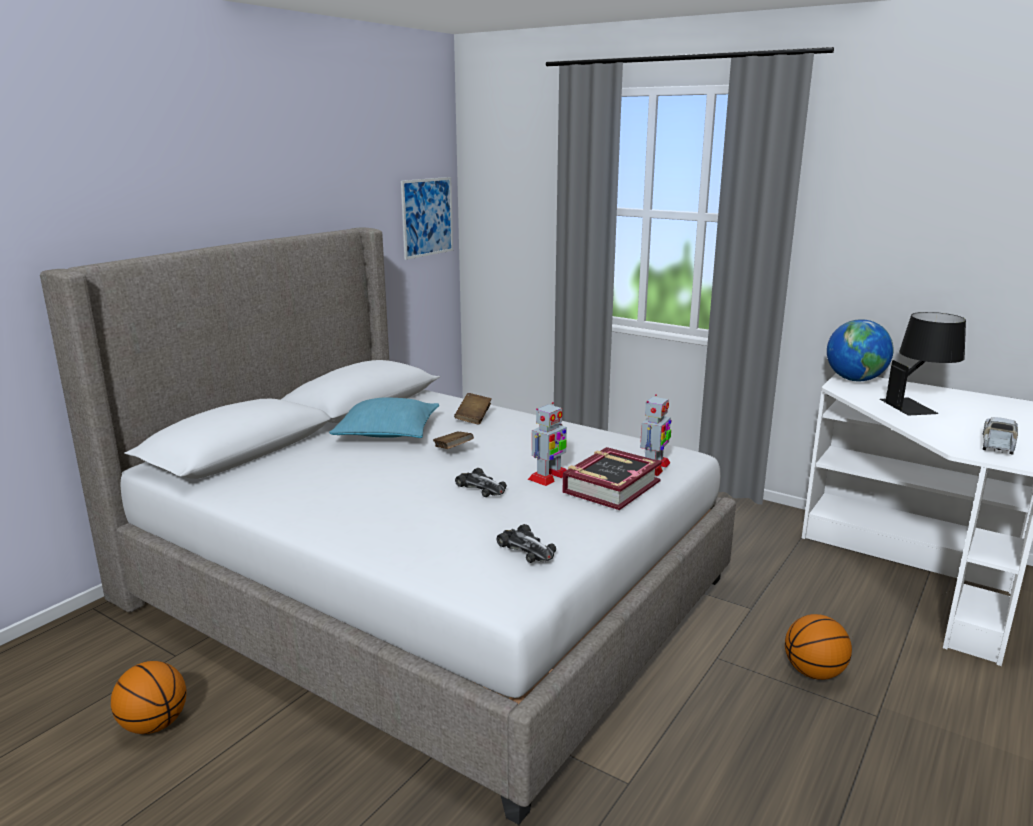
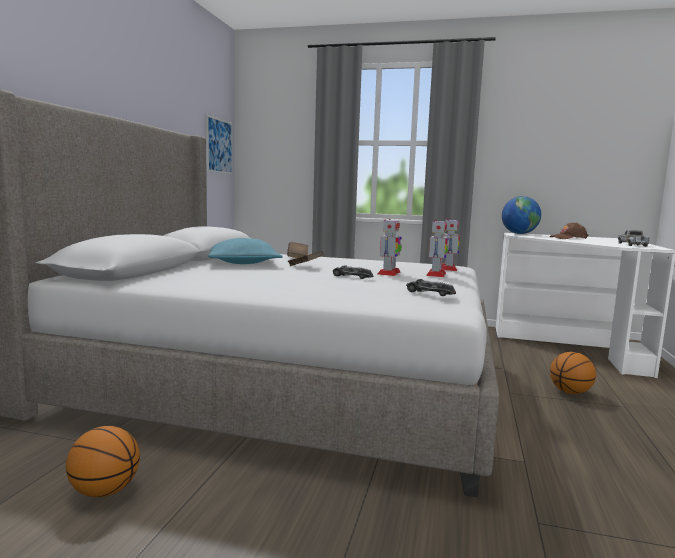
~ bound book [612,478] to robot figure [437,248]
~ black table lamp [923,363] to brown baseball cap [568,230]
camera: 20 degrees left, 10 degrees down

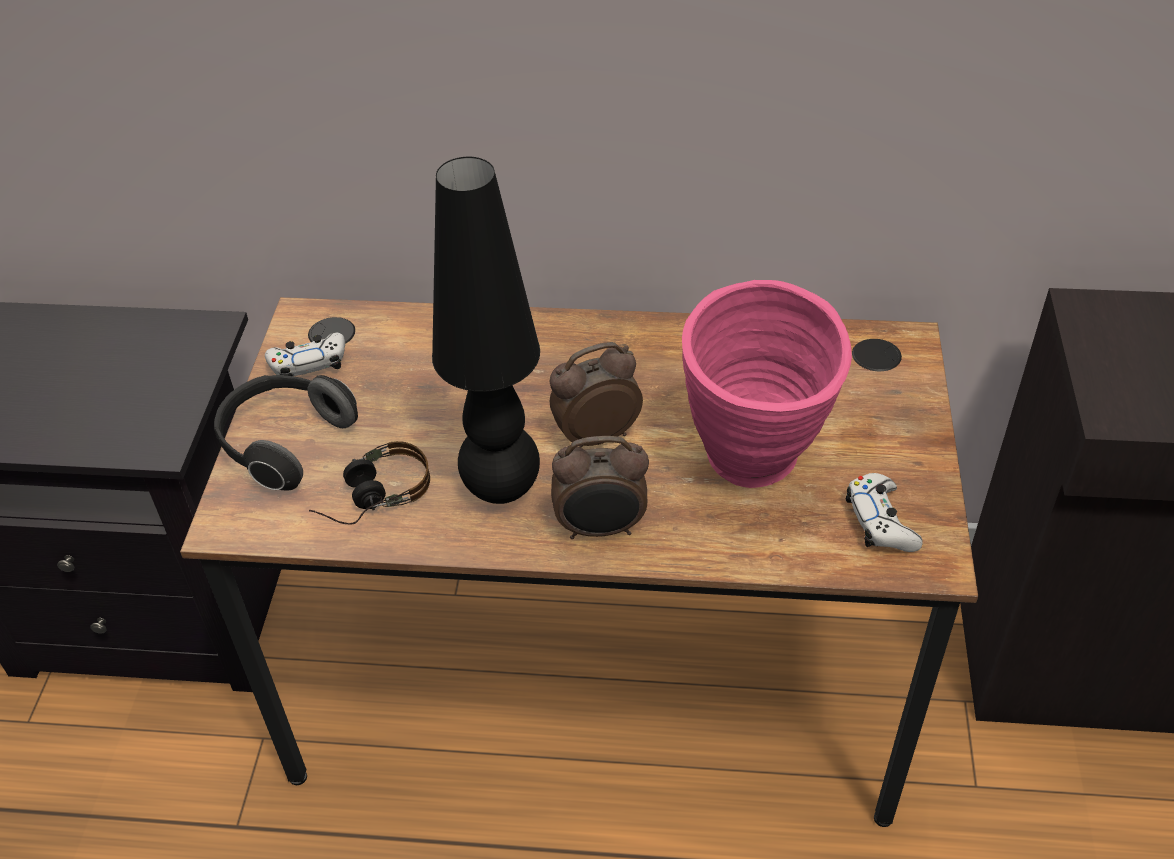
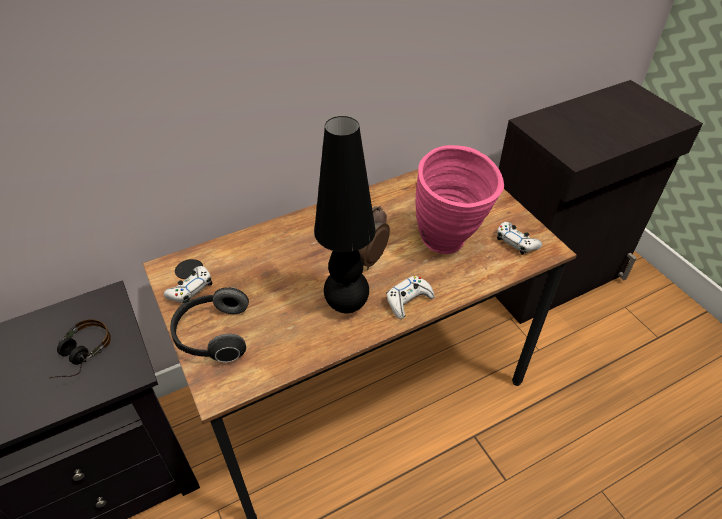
~ headset [369,483] to [80,348]
~ table clock [600,487] to white joypad [410,297]
camera: 35 degrees left, 0 degrees up

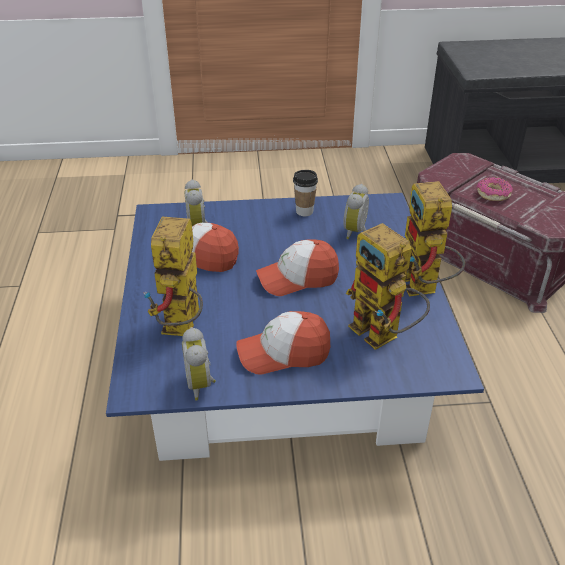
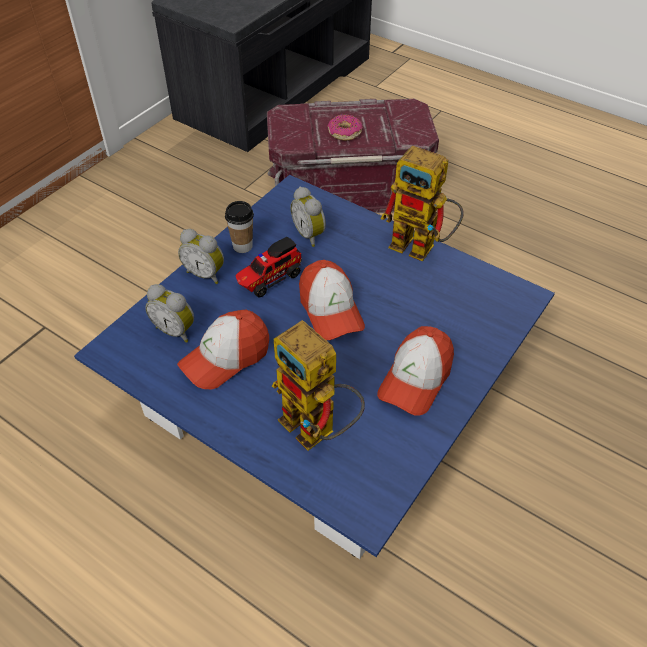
~ table clock [199,363] to [201,256]
+ model truck [268,267]
~ baseball cap [297,267] = [332,300] 45 degrees counterclockwise
- robot figure [388,286]
camera: 50 degrees left, 10 degrees up

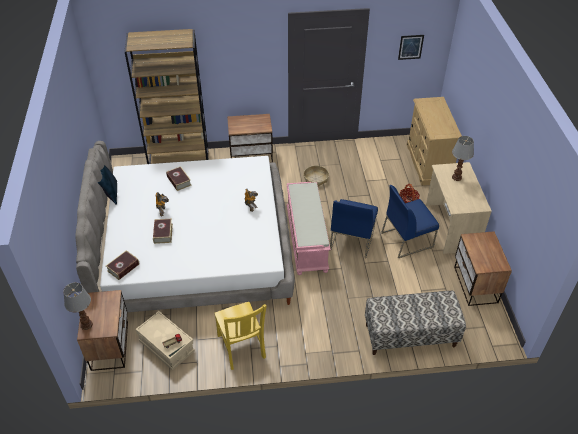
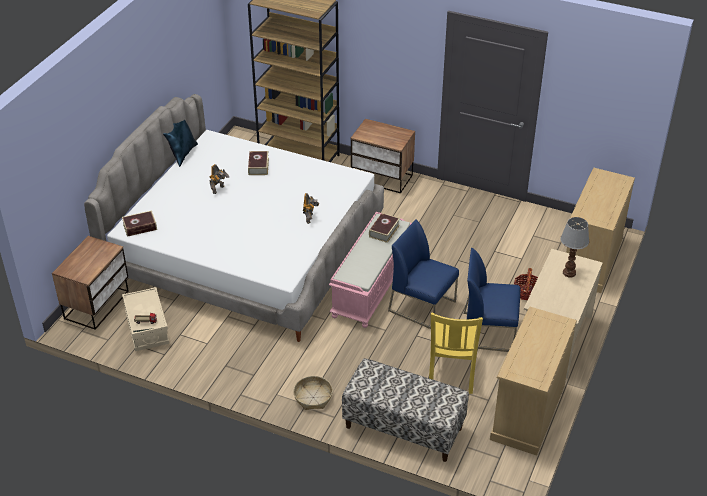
~ household basket [316,176] to [313,393]
~ bound book [163,231] to [384,228]
~ blue-coloured plain chair [354,228] = [423,274] 75 degrees clockwise
~ yellowish plain chair [240,336] to [456,353]
~ bedside table [483,268] to sand-coloured chest of drawers [533,381]
- table lamp [78,306]
- wall art [411,47]
camera: 30 degrees right, 5 degrees down

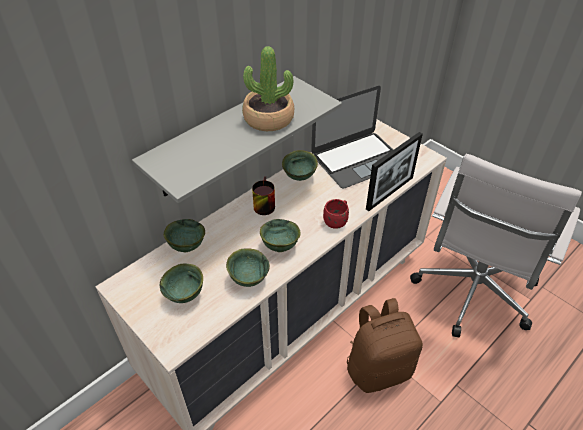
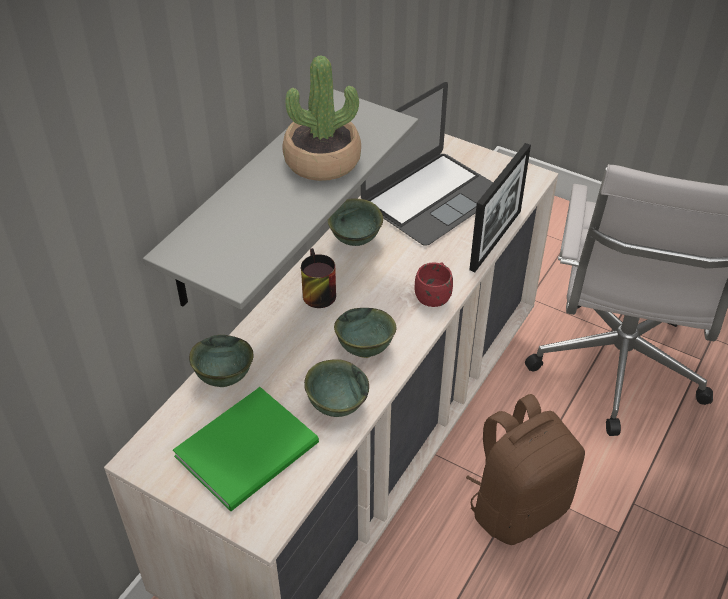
~ green-coloured deep dish [181,283] to green-coloured bound book [246,449]
camera: 15 degrees left, 0 degrees up

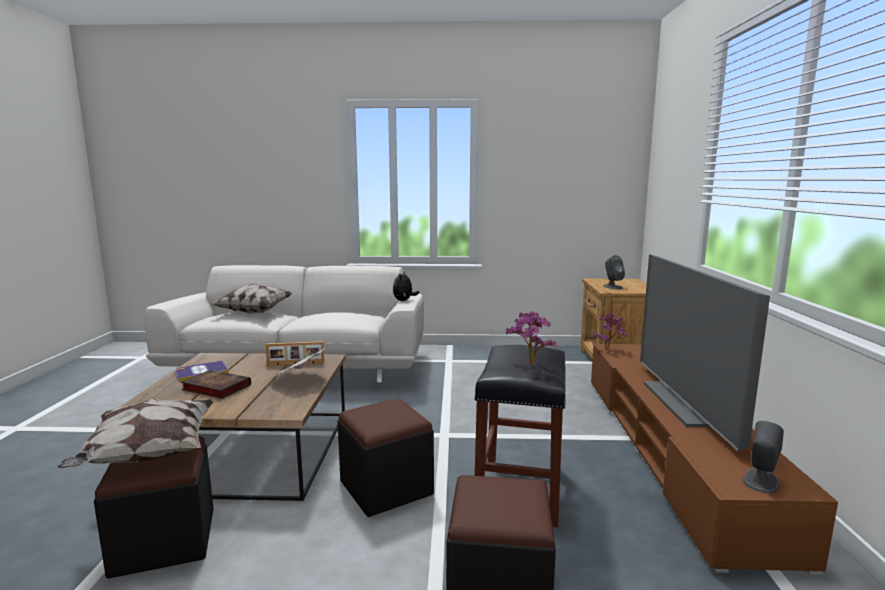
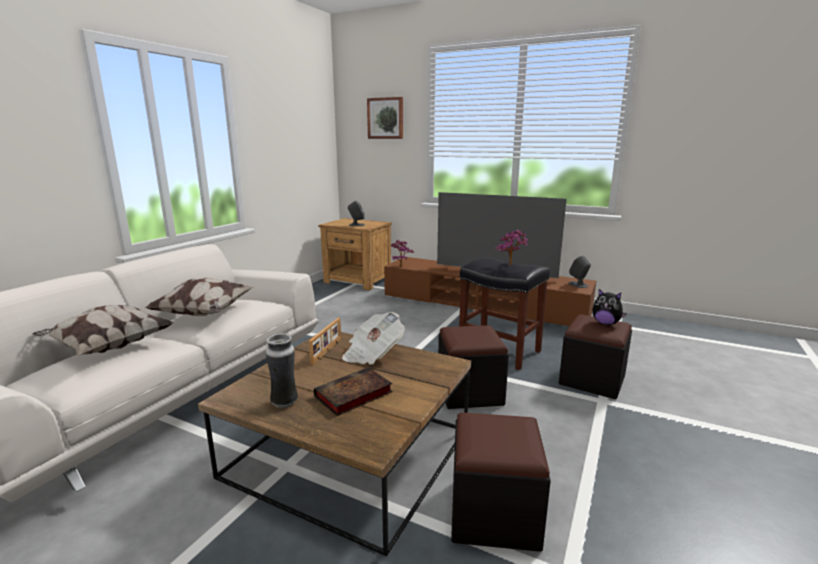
~ throw pillow [136,433] to [199,296]
~ bound book [202,371] to decorative vase [282,370]
+ wall art [385,118]
~ soft toy [406,286] to [610,307]
camera: 65 degrees left, 5 degrees up

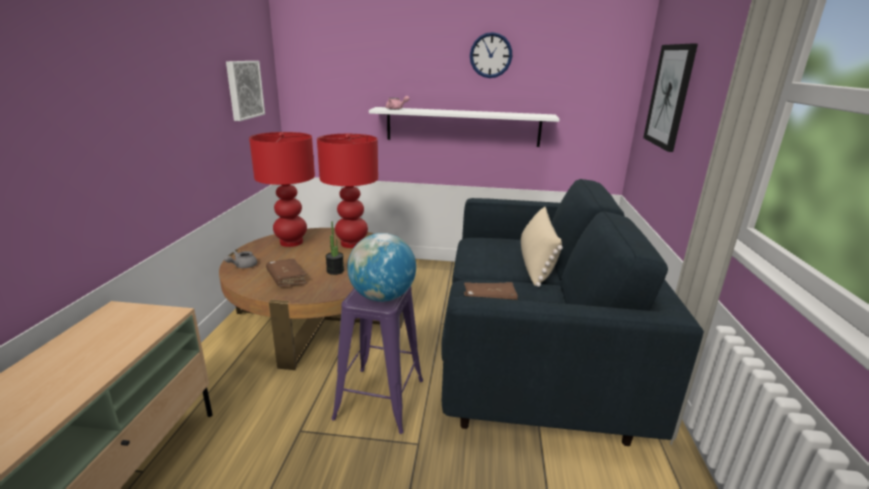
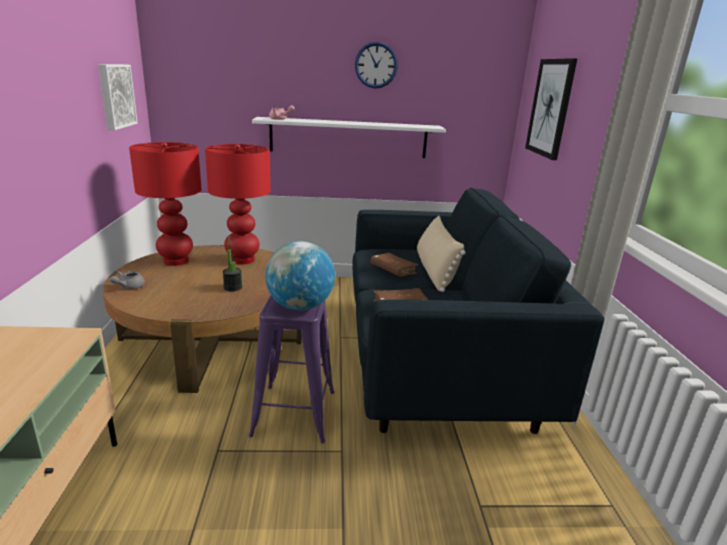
~ brown bound book [286,272] to [394,265]
camera: 10 degrees left, 0 degrees up

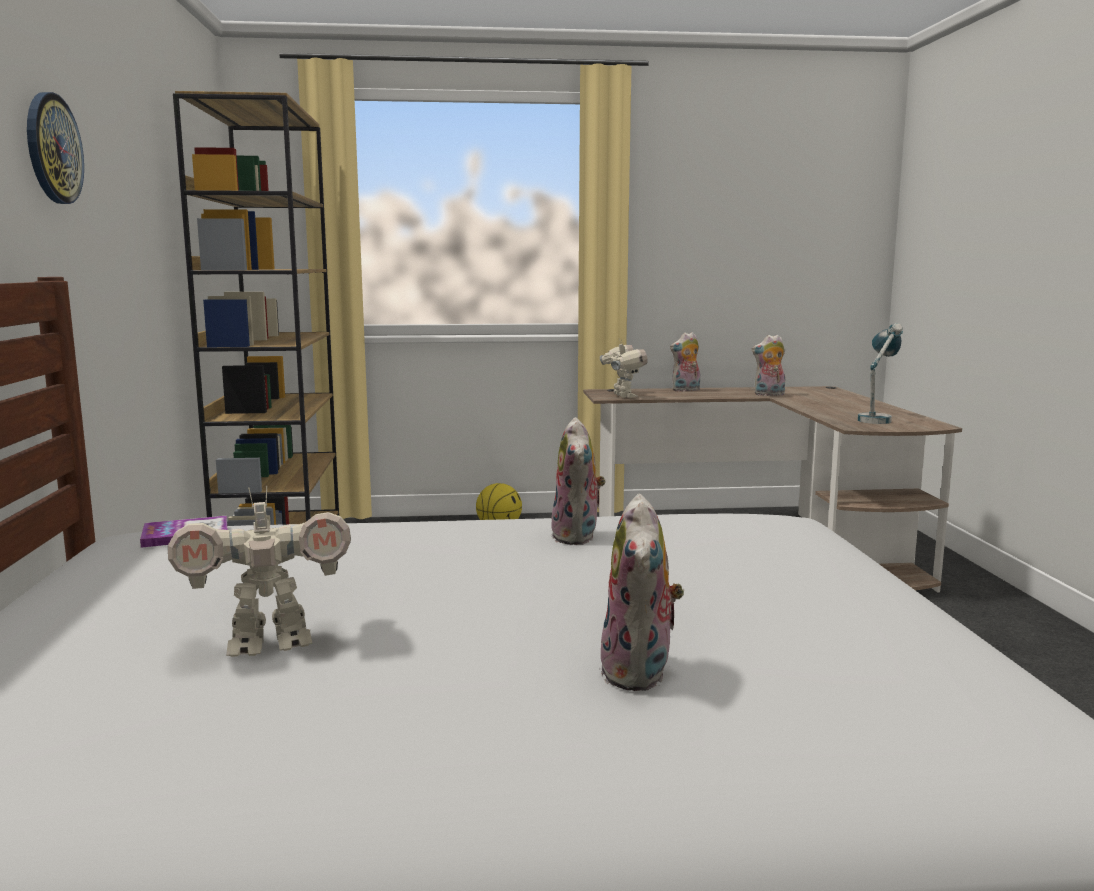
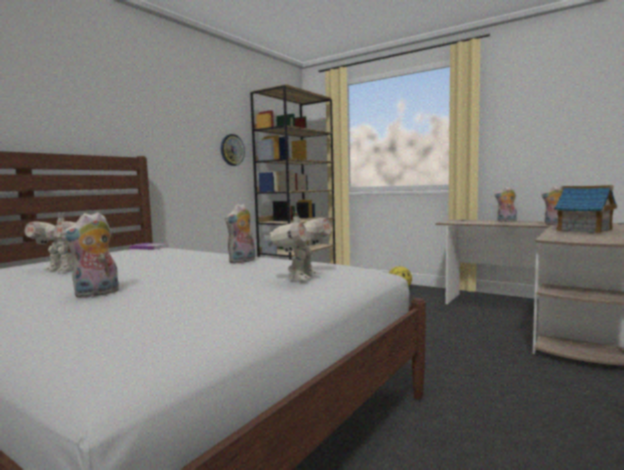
~ wall clock [55,148] to [233,150]
~ robot figure [624,368] to [298,245]
+ miniature house [586,209]
- table lamp [880,373]
camera: 40 degrees right, 5 degrees down

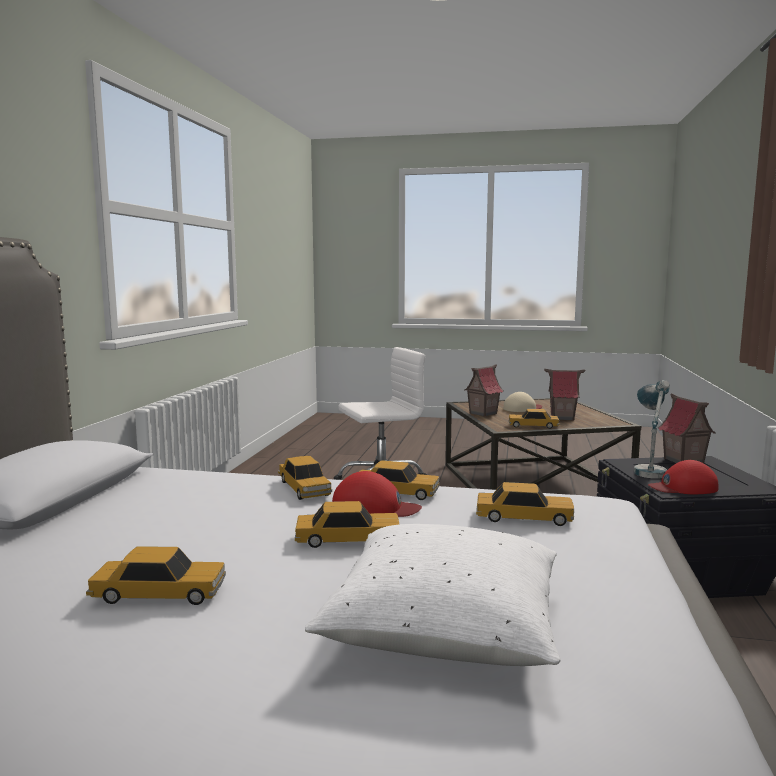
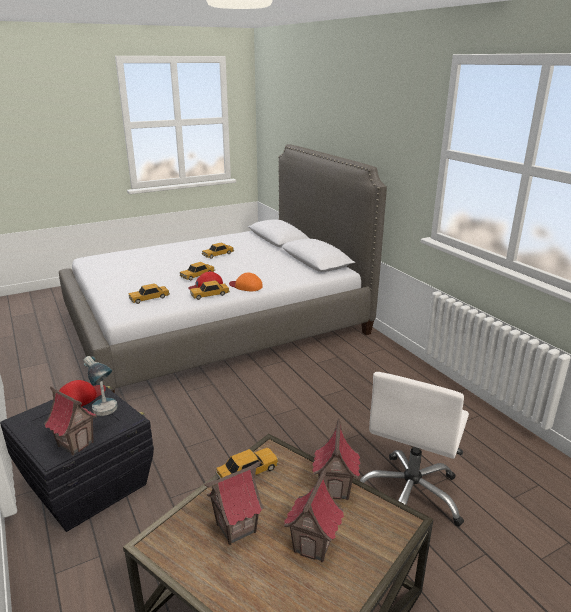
~ toy car [305,478] to orange baseball cap [246,281]
~ sand-coloured baseball cap [522,402] to miniature house [314,514]
- white throw pillow [432,595]
camera: 140 degrees right, 15 degrees up

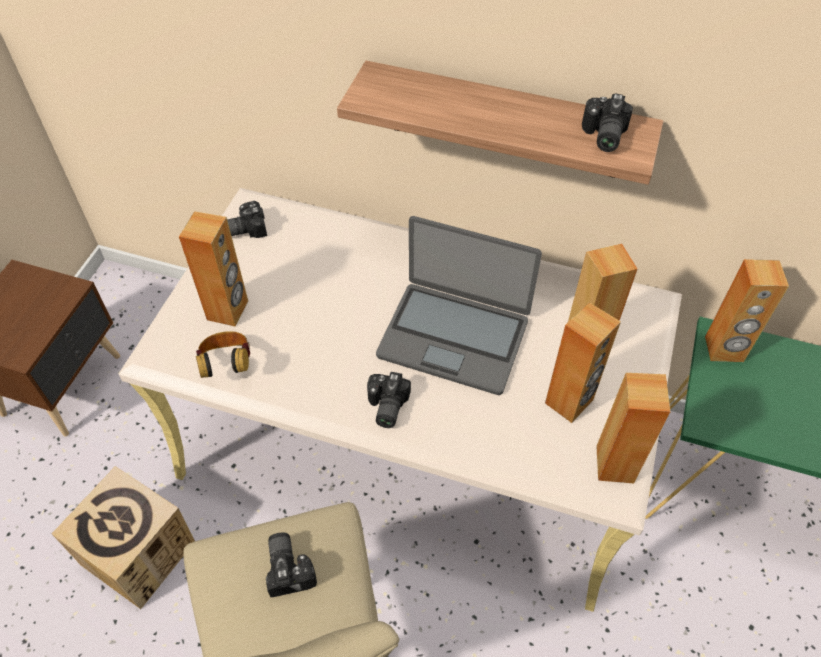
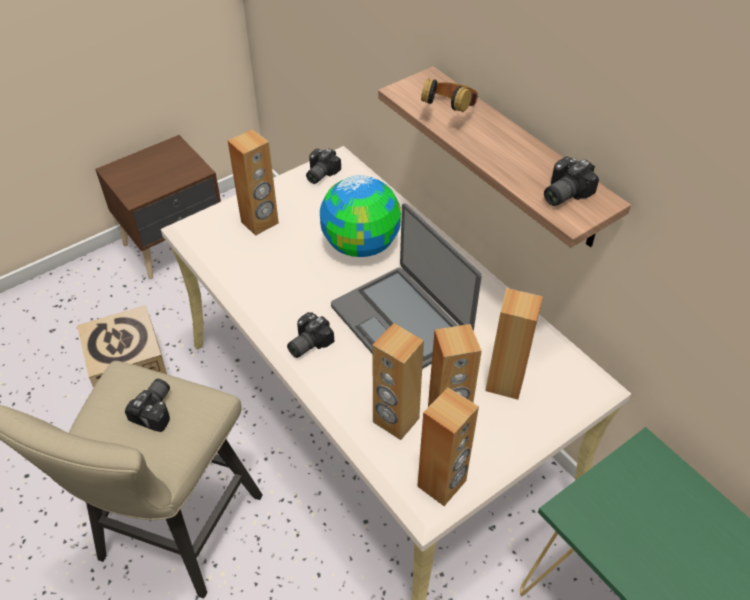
~ still camera [247,219] = [323,166] 75 degrees counterclockwise
+ world globe [360,216]
~ brown loudspeaker [747,310] to [398,381]
~ headset [223,354] to [449,95]
camera: 35 degrees right, 5 degrees down

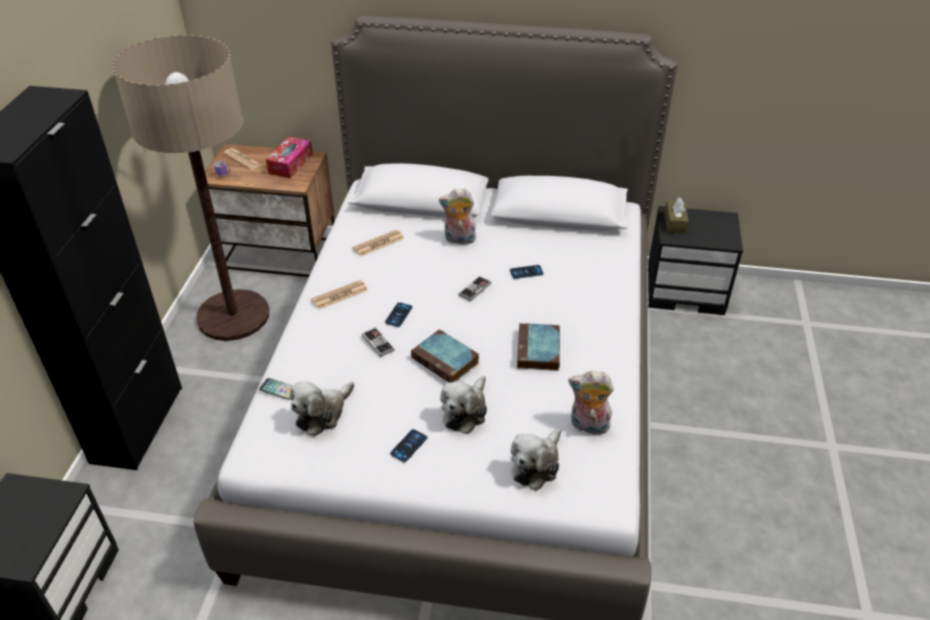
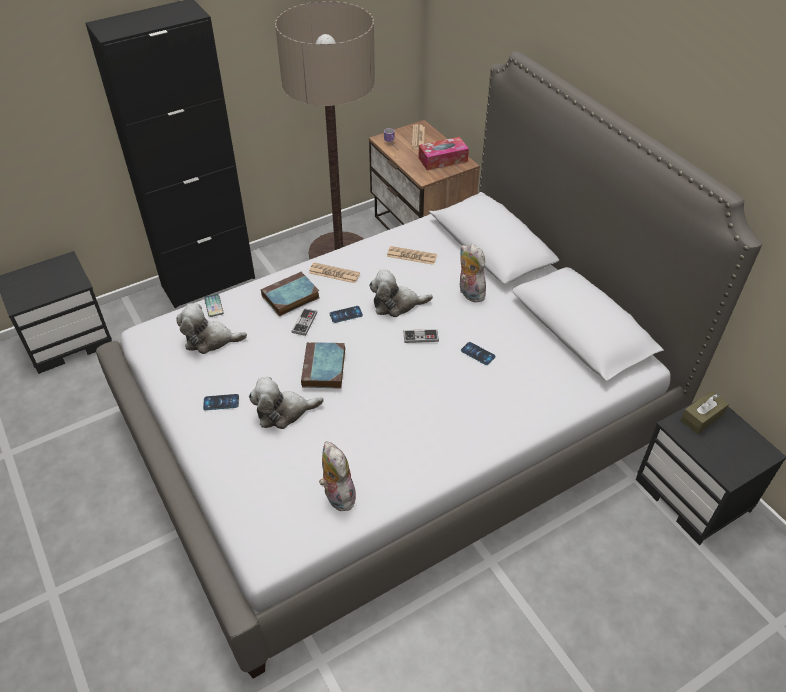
~ bound book [538,347] to [290,294]
~ soft toy [536,459] to [401,293]
camera: 50 degrees right, 5 degrees up

